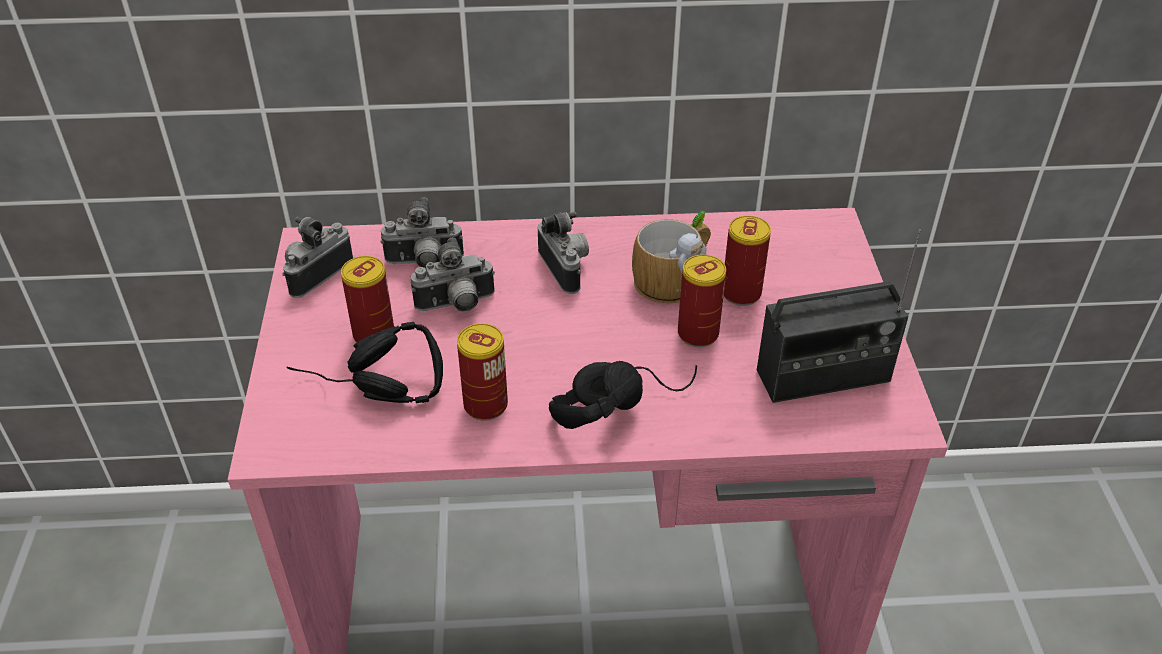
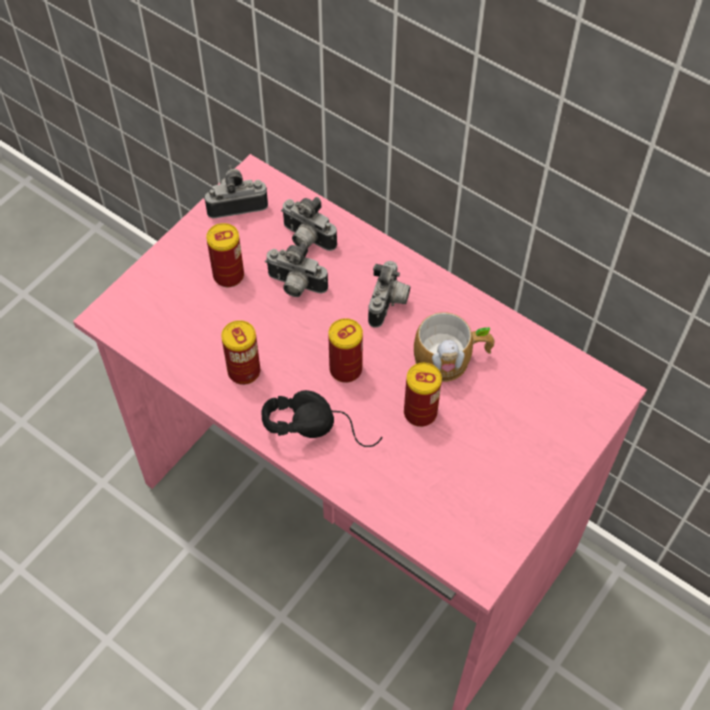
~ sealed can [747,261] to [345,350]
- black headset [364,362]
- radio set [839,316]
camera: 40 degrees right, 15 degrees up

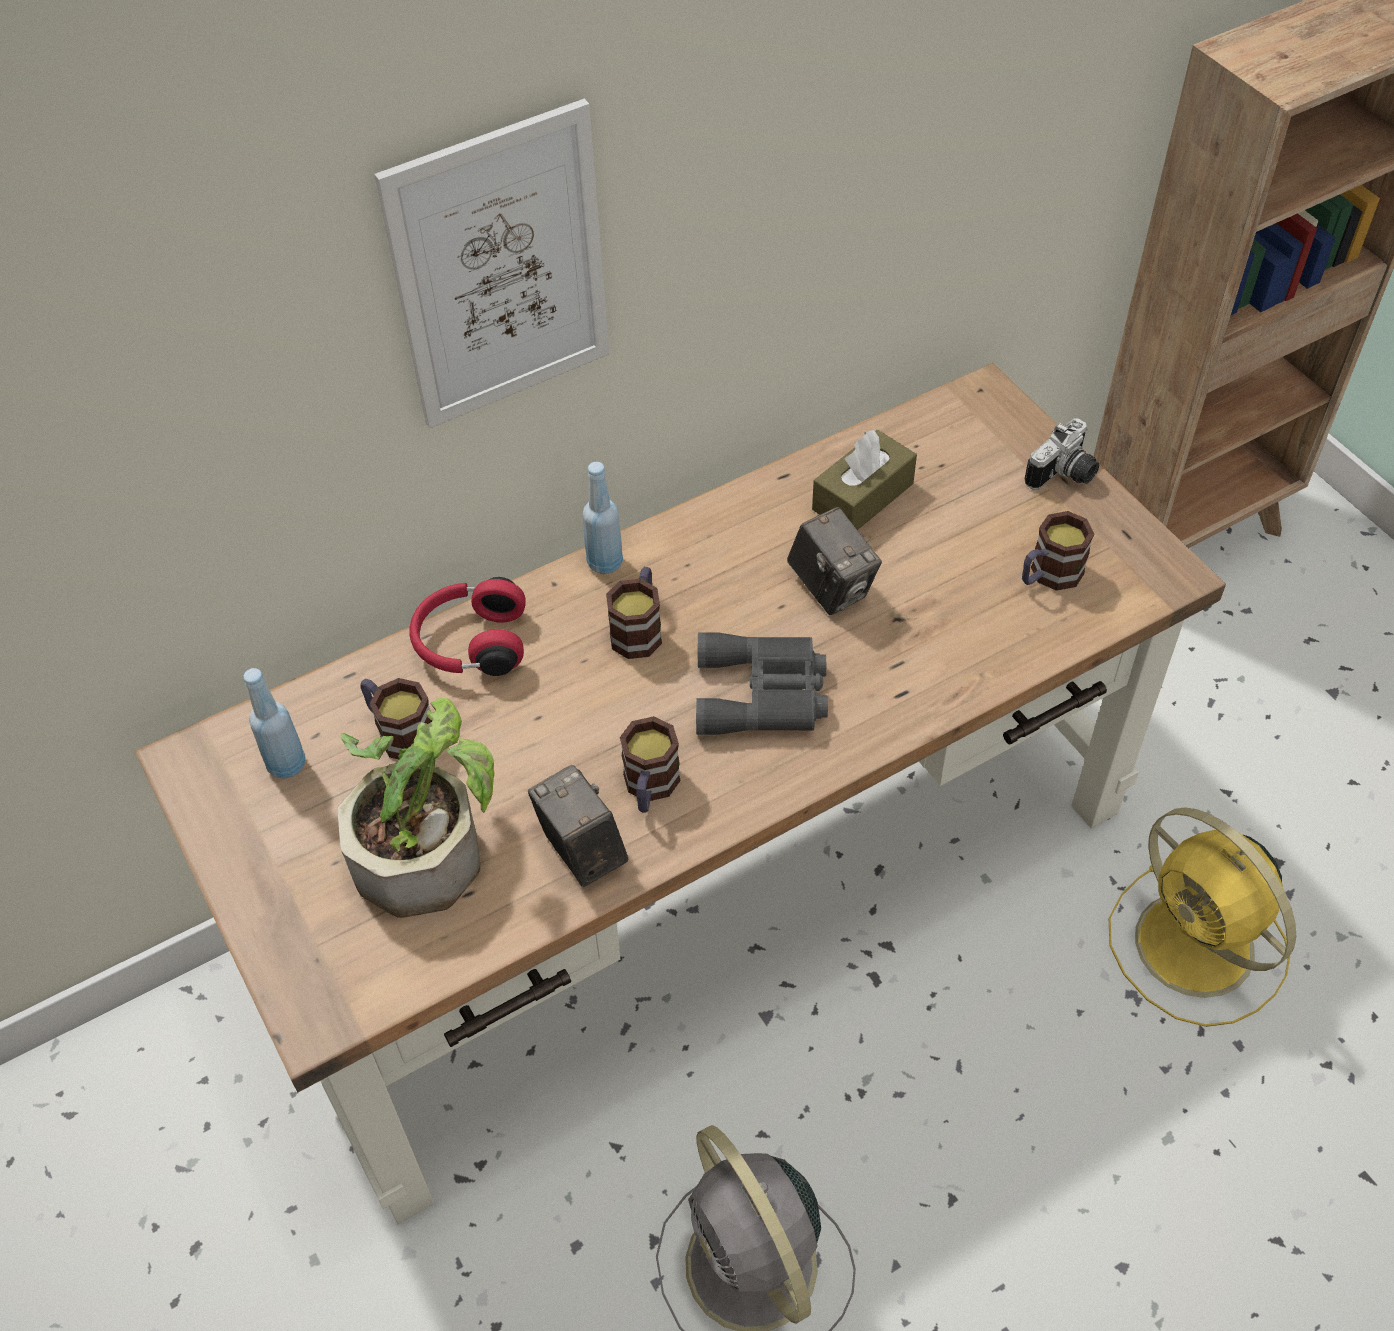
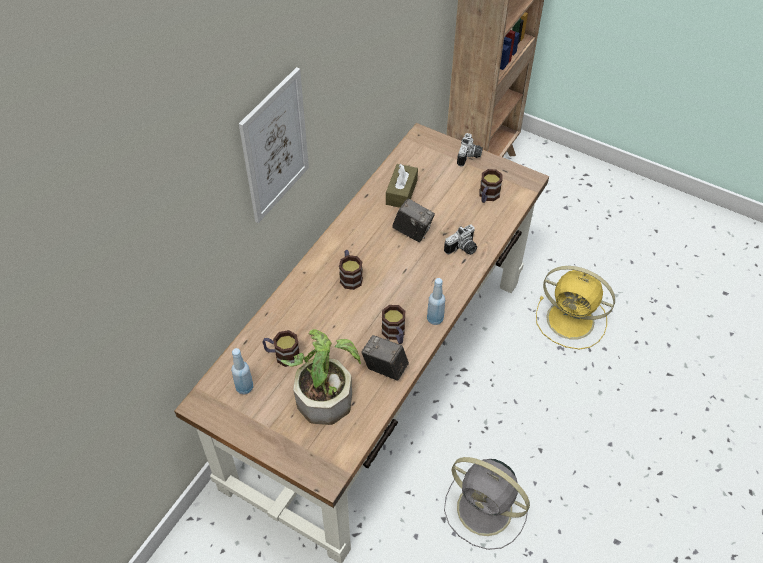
~ blue-coloured drink bottle [602,518] to [436,301]
+ still camera [460,239]
- reddish headset [467,626]
- grey field glasses [762,683]
camera: 30 degrees left, 0 degrees up

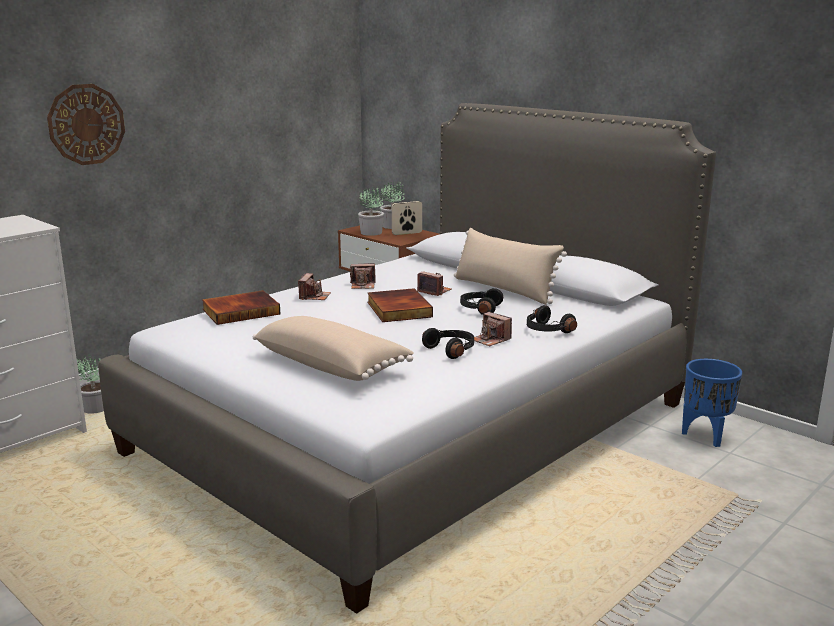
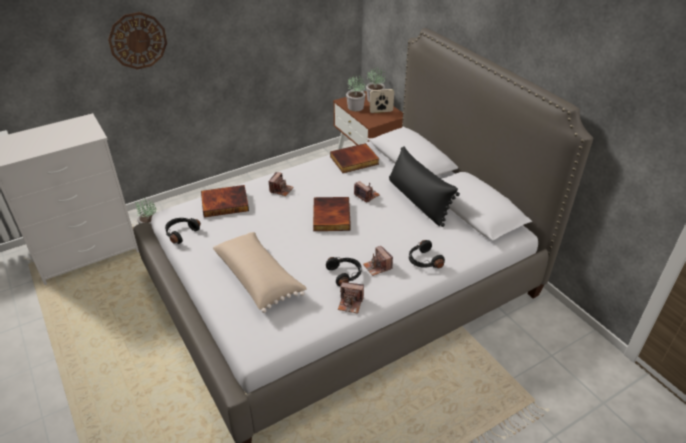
~ black headset [481,301] to [183,231]
+ bound book [354,158]
~ still camera [363,276] to [351,297]
~ sand-coloured throw pillow [510,266] to black throw pillow [424,186]
- blue-coloured plant pot [712,403]
camera: 15 degrees right, 20 degrees up

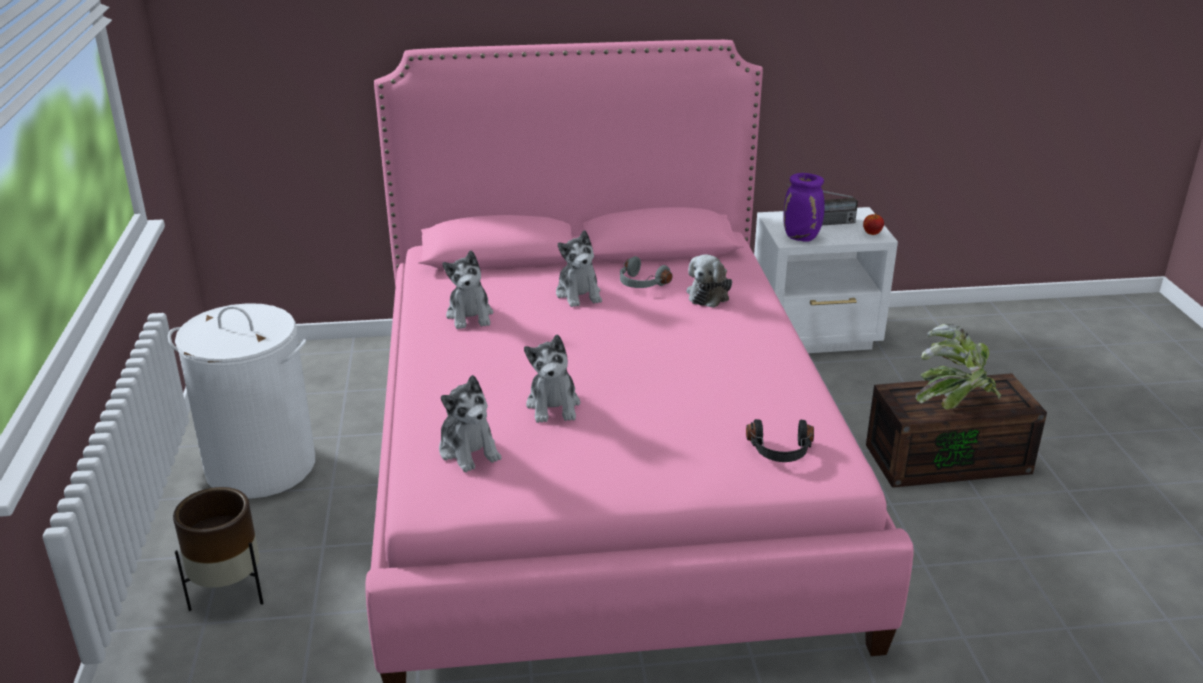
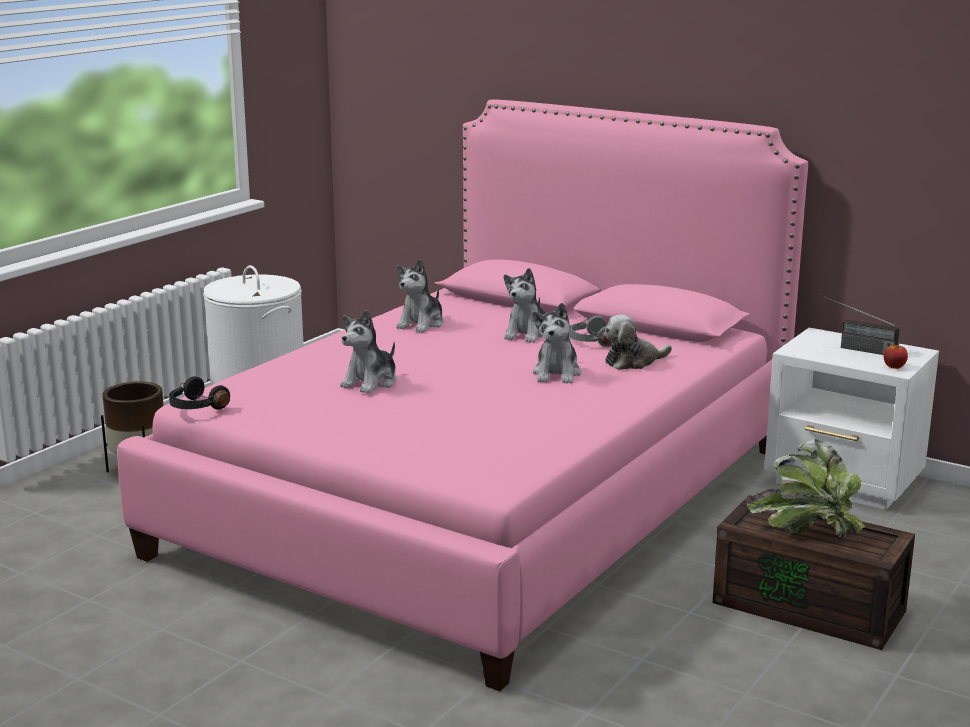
~ black headset [780,440] to [199,393]
~ soft toy [470,423] to [556,343]
- purple decorative vase [804,207]
camera: 40 degrees right, 10 degrees down

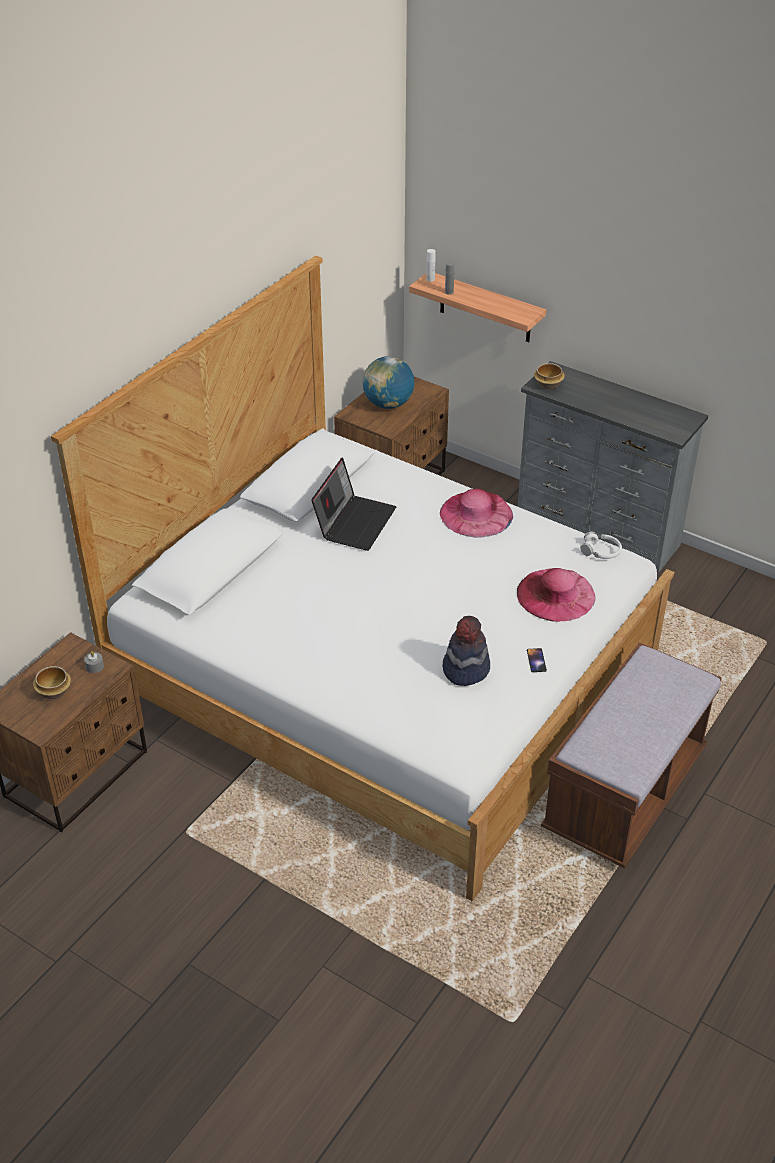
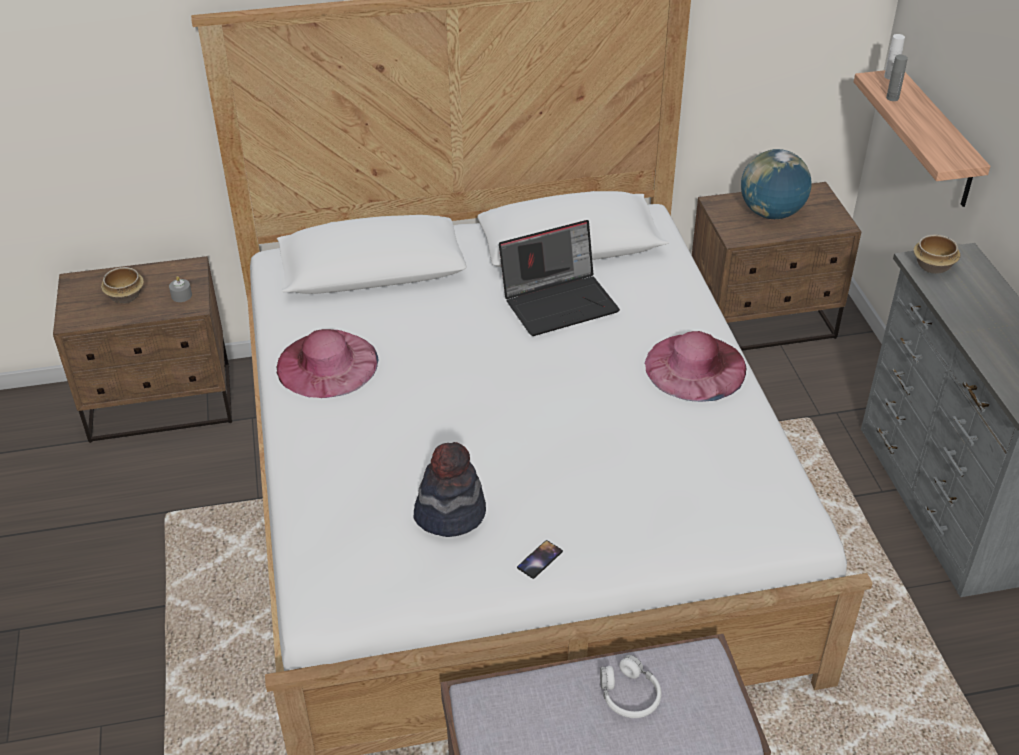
~ pink-coloured clothing hat [556,595] to [327,363]
~ white headset [601,545] to [631,686]
camera: 45 degrees right, 0 degrees up

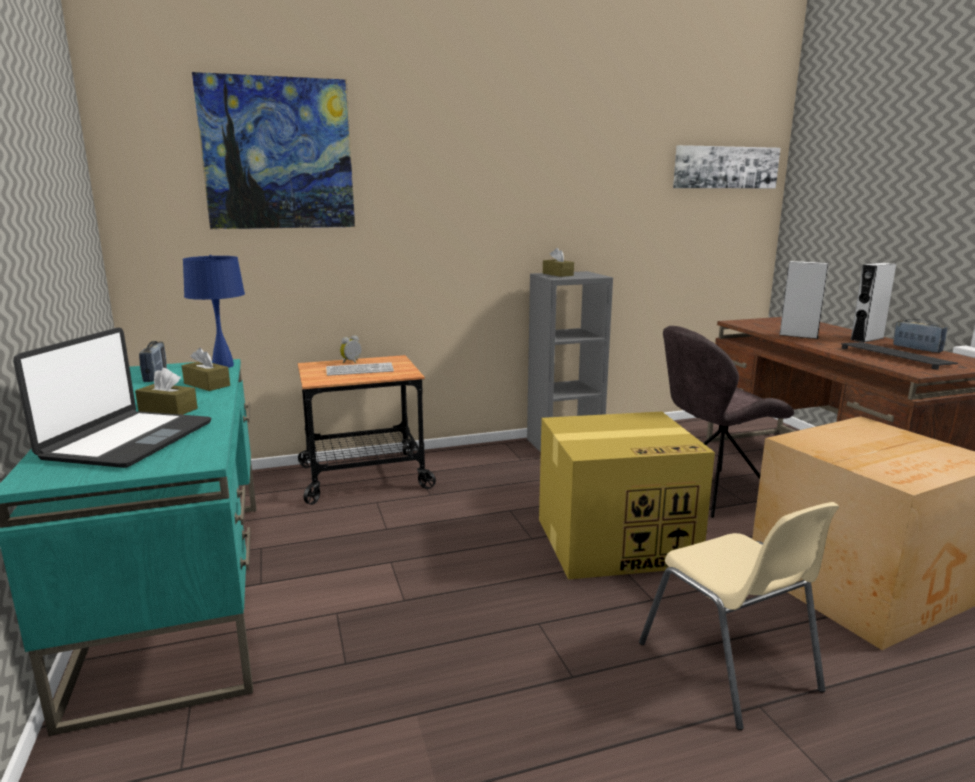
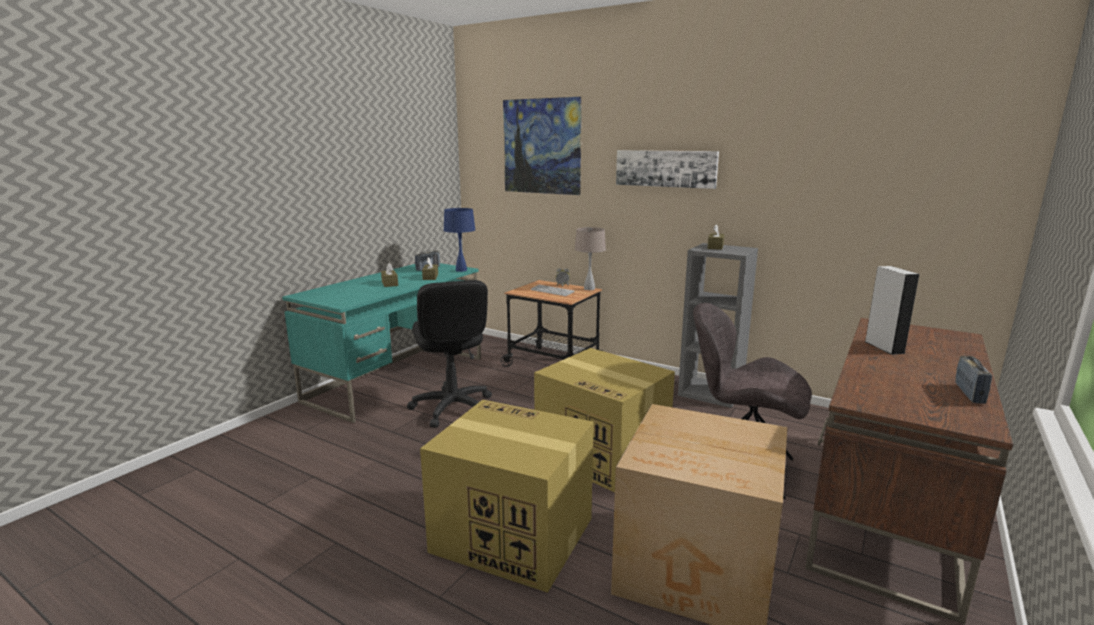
+ black desk chair [449,354]
~ sand-coloured plain chair [739,616] to packing box [507,496]
+ sand-coloured table lamp [590,258]
~ wall art [727,166] to [667,169]
- notebook computer [112,397]
- keyboard [899,356]
- grey loudspeaker [873,302]
camera: 50 degrees right, 0 degrees up

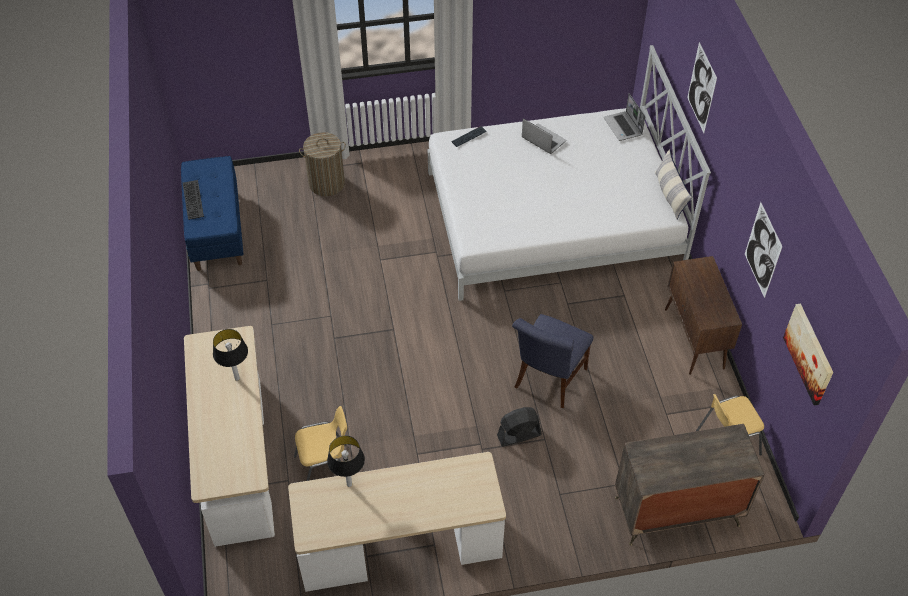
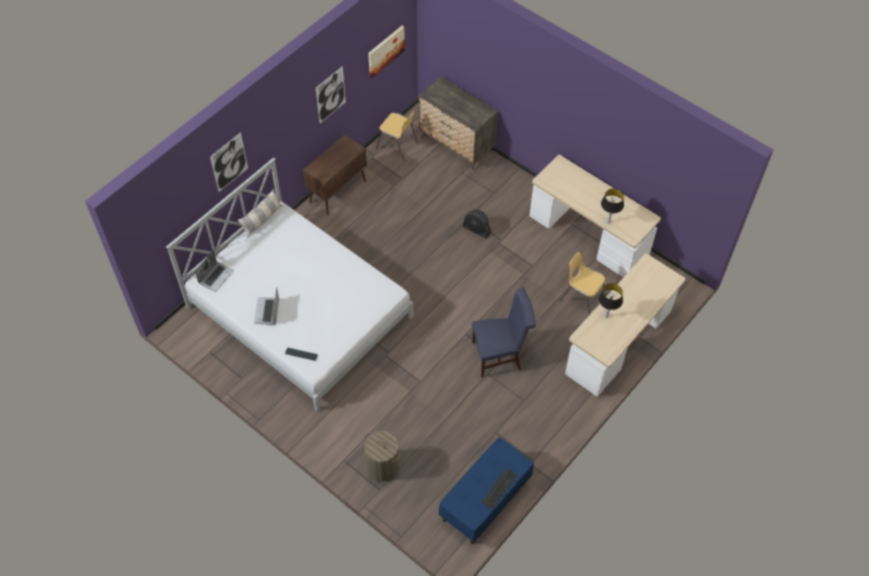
~ blue-coloured plain chair [552,361] to [504,332]
camera: 130 degrees left, 5 degrees up

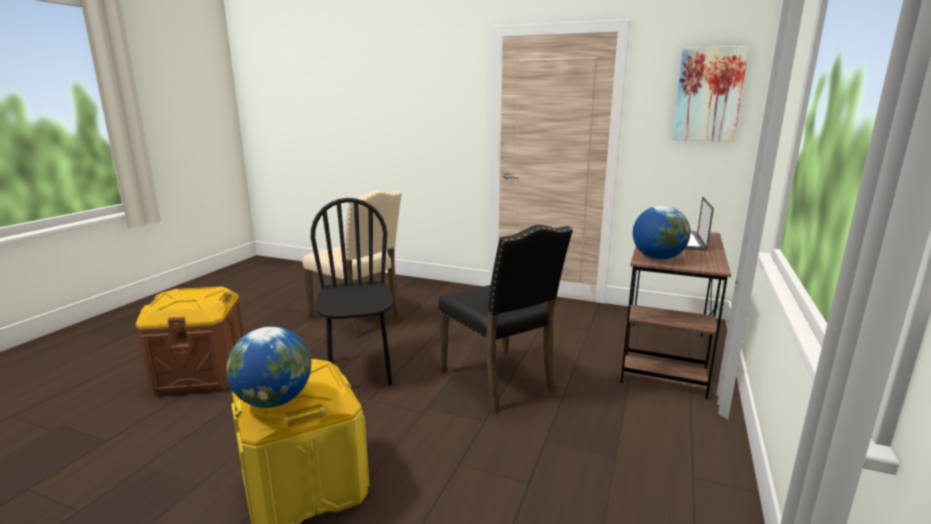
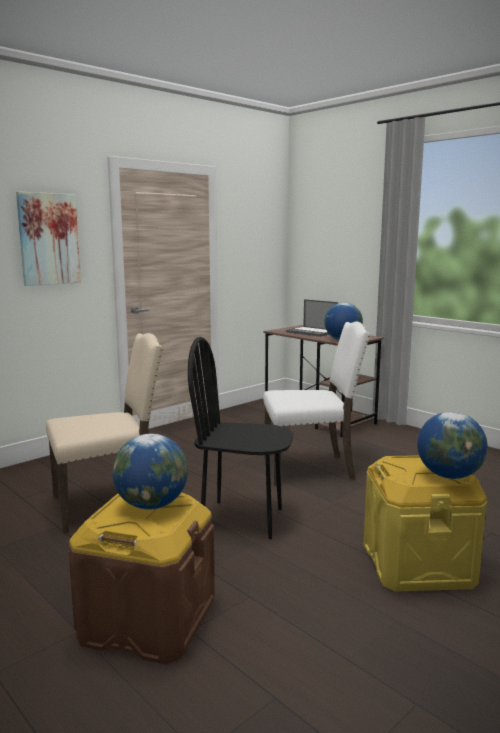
~ wall art [710,94] to [48,238]
+ world globe [150,472]
~ black plain chair [505,319] to white plain chair [317,404]
camera: 65 degrees left, 5 degrees down

